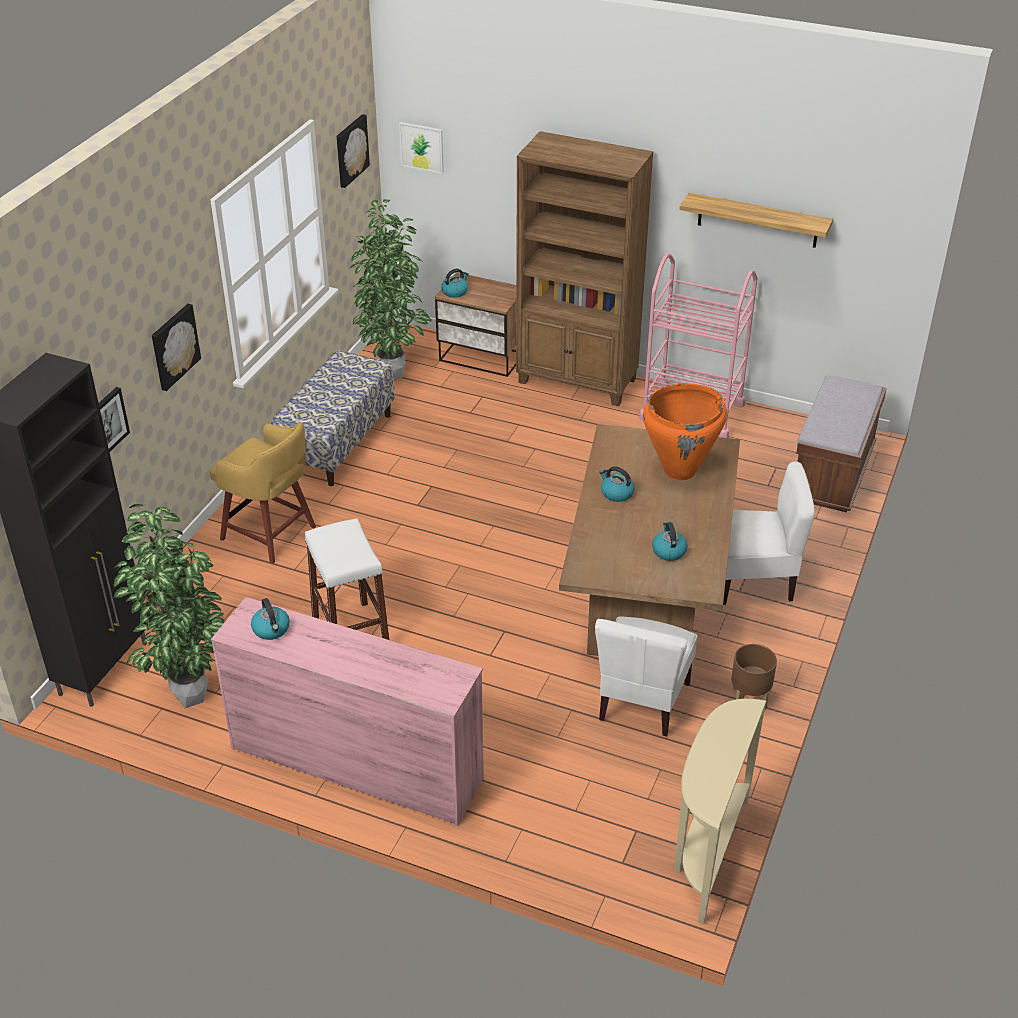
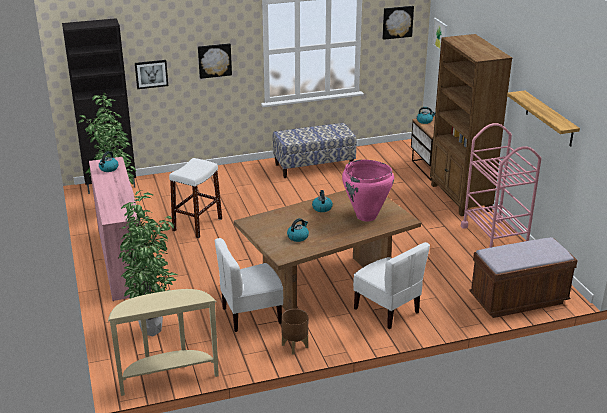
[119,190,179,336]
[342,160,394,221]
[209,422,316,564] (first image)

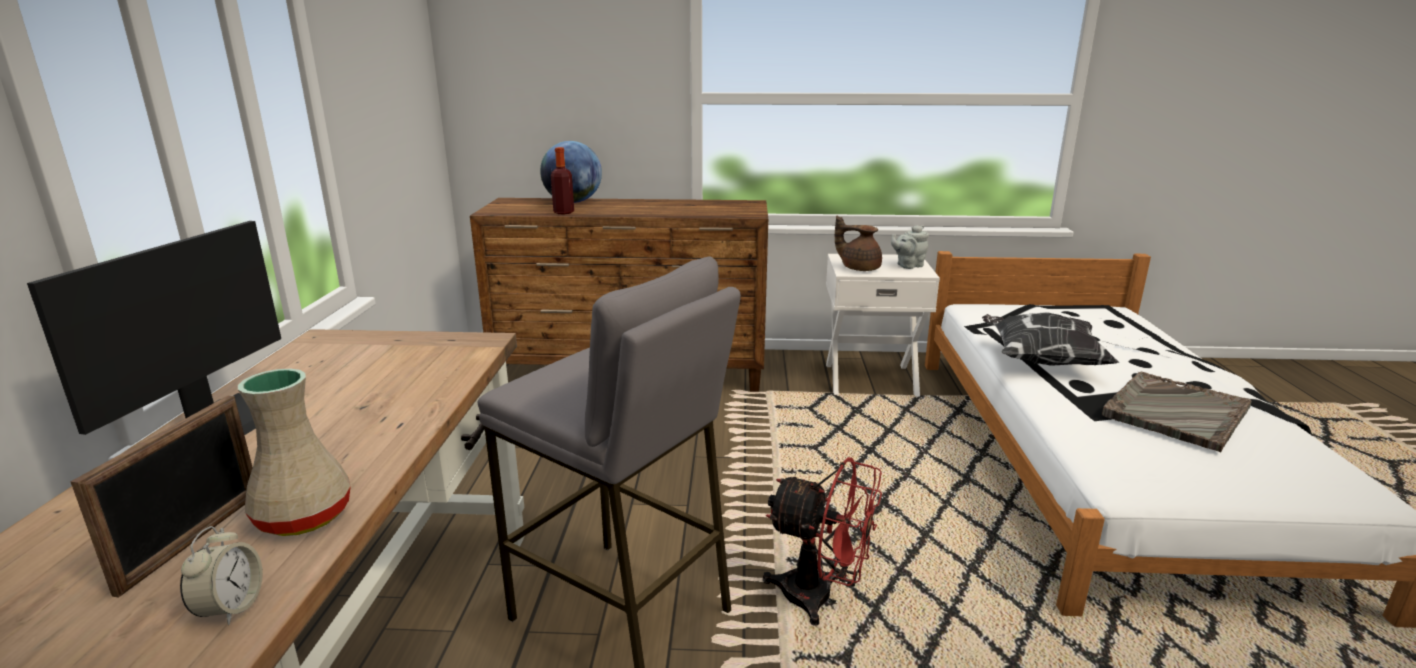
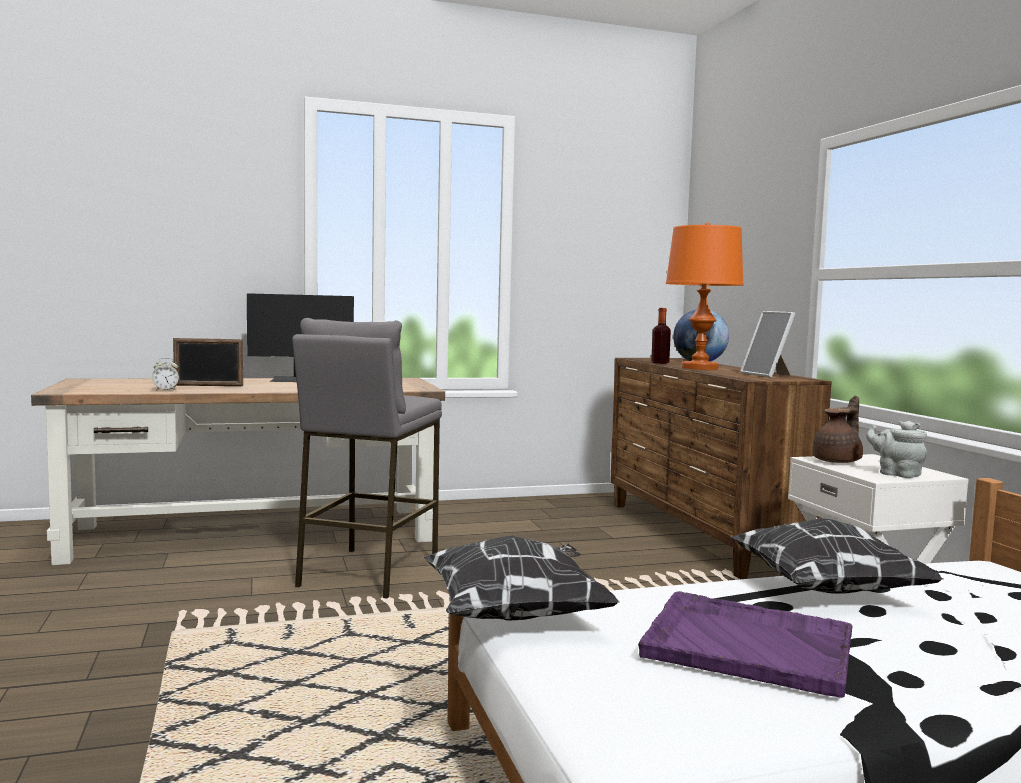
[812,396,863,463]
[238,369,351,536] (first image)
[638,591,852,698]
[763,457,882,626] (first image)
[666,222,744,370]
[740,311,795,378]
[423,535,620,621]

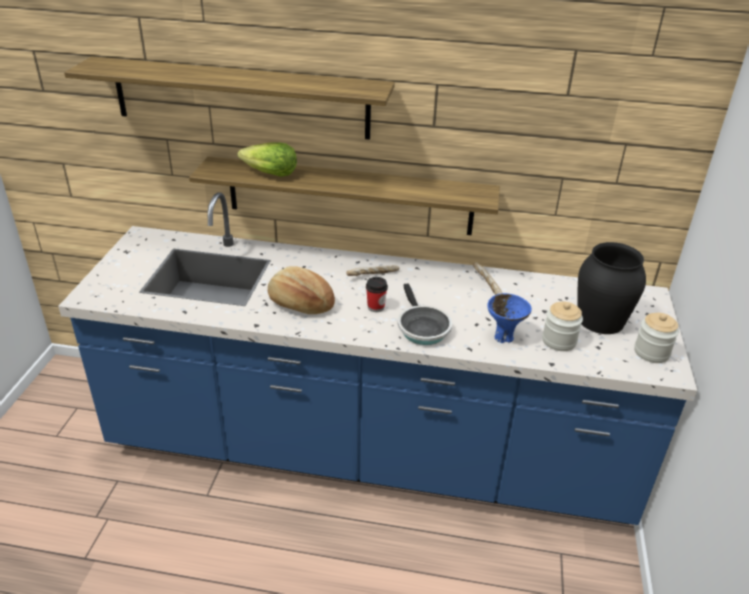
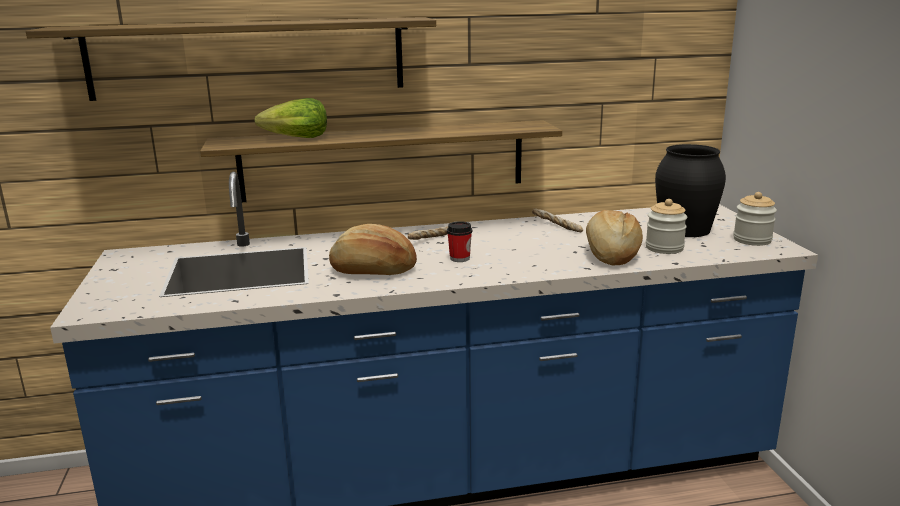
[397,283,452,345] (first image)
[586,210,643,265]

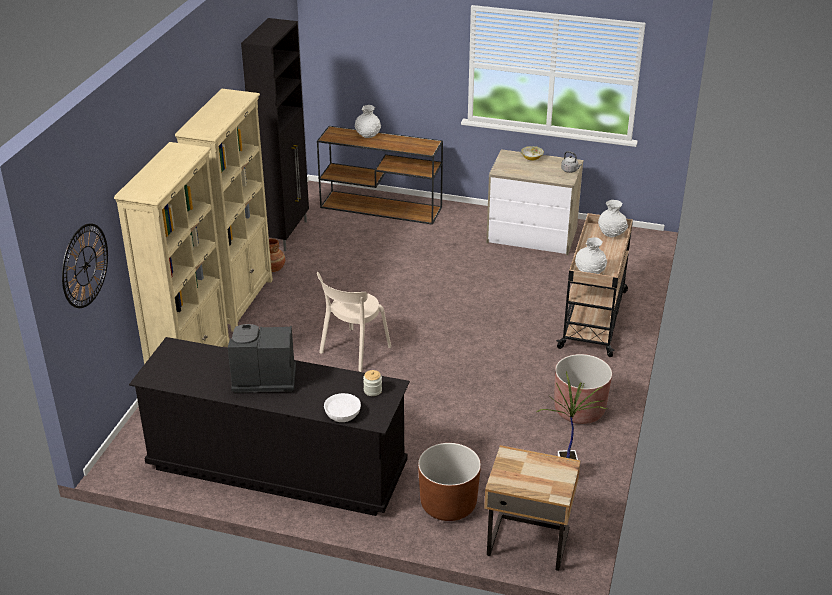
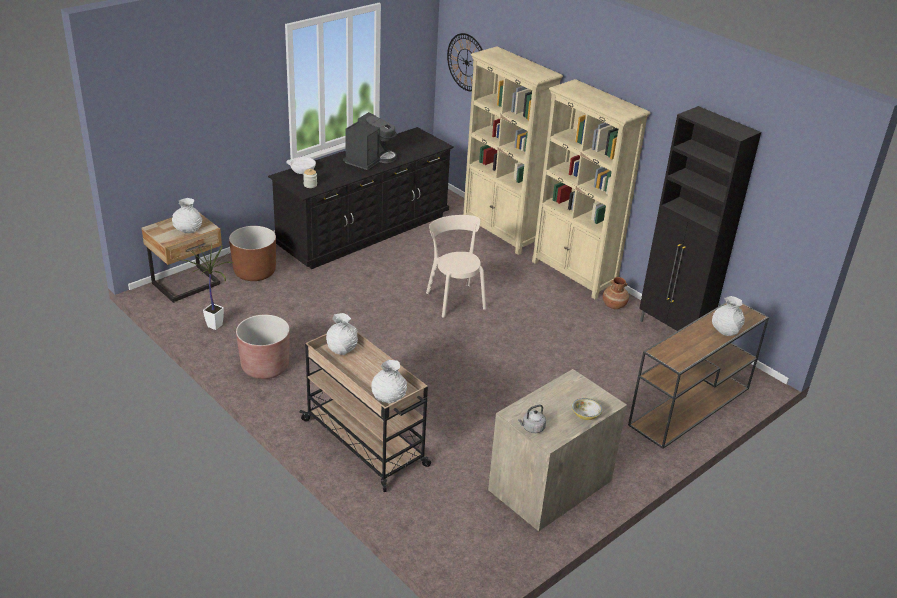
[172,198,202,233]

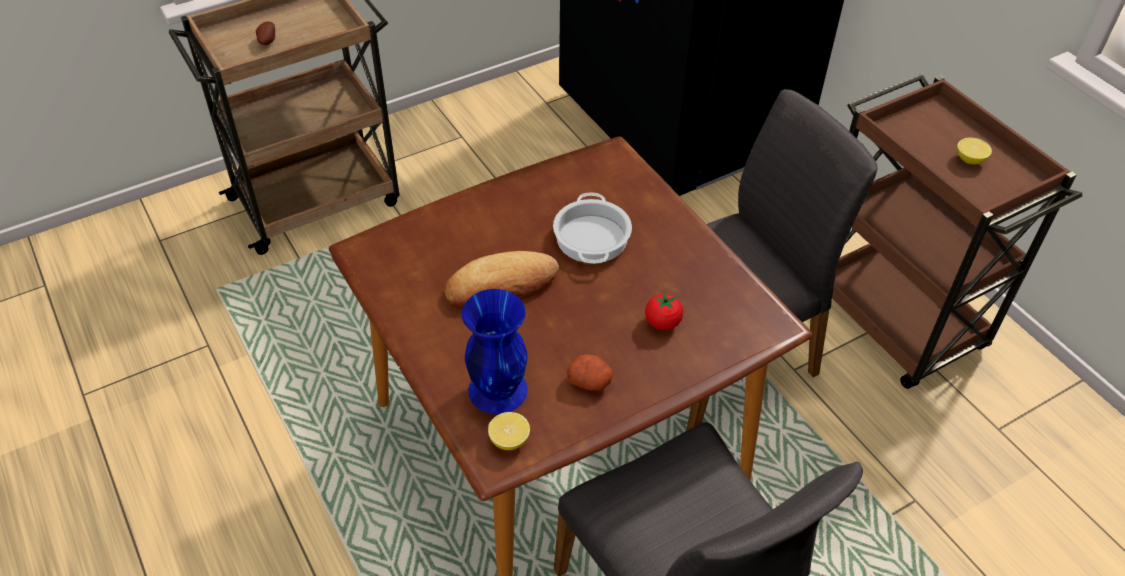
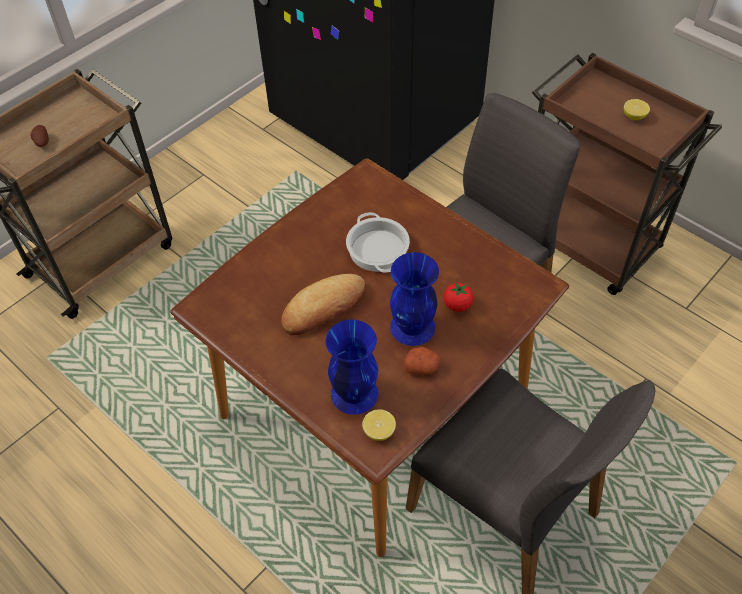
[390,252,439,346]

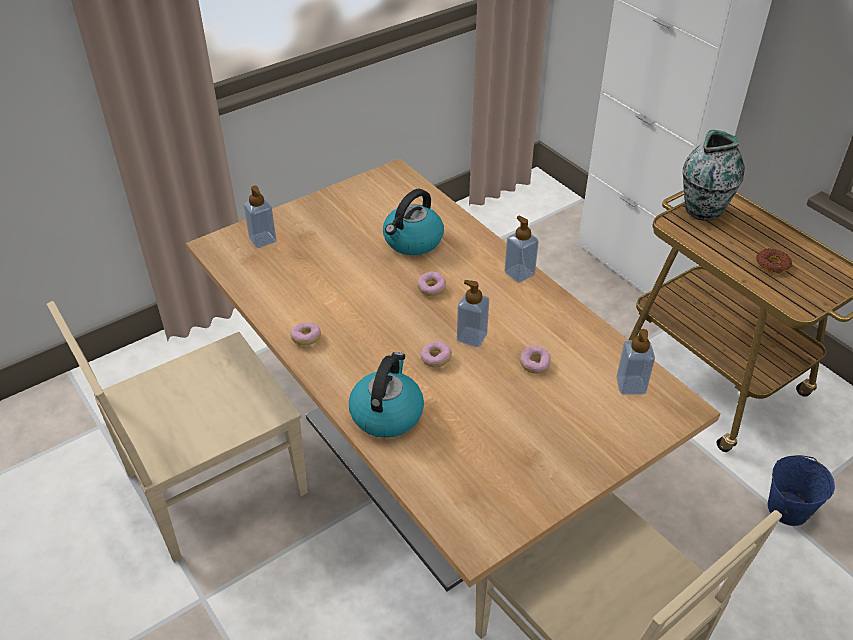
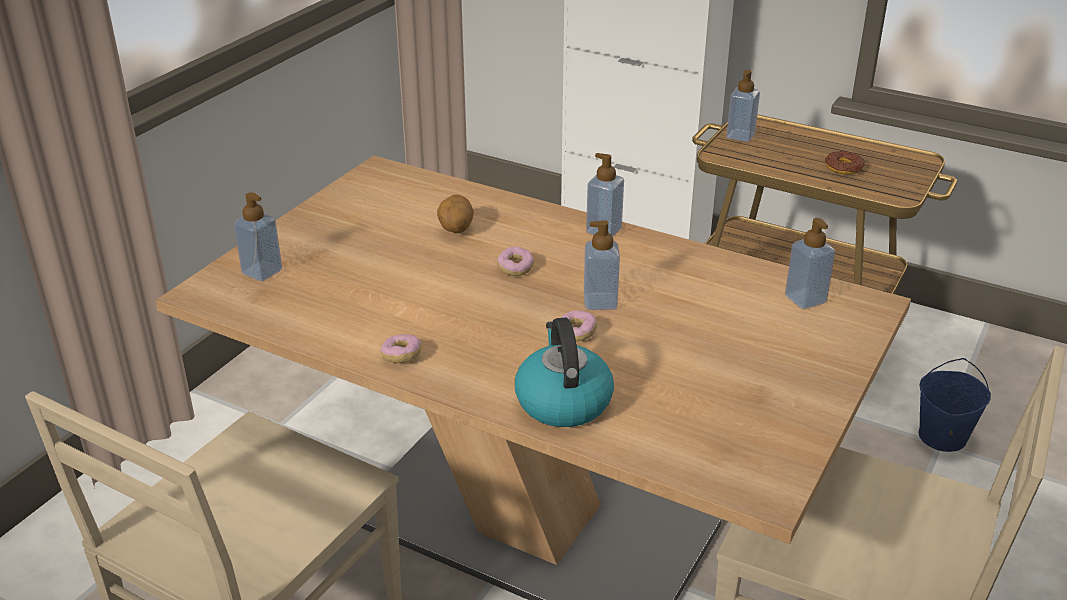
[726,70,760,142]
[437,195,474,233]
[520,345,551,374] (first image)

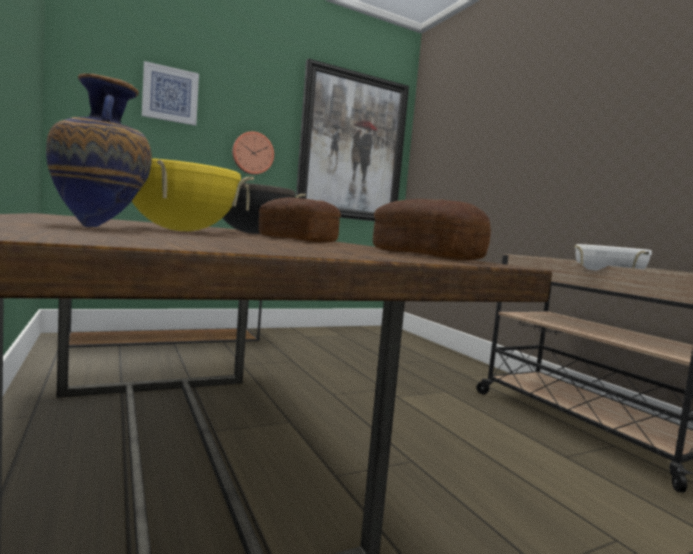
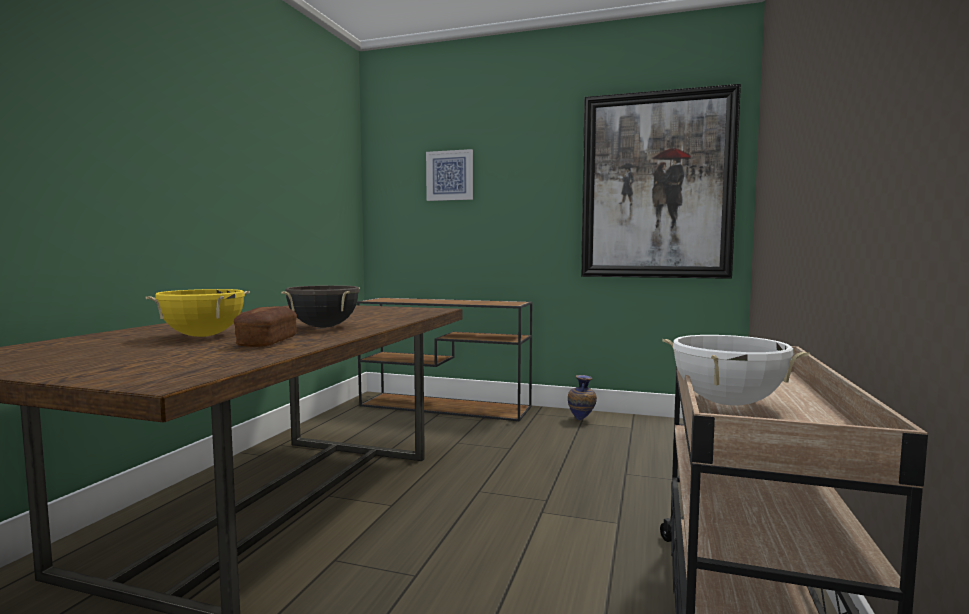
[568,375,597,420]
[232,131,274,174] (first image)
[373,199,491,260] (first image)

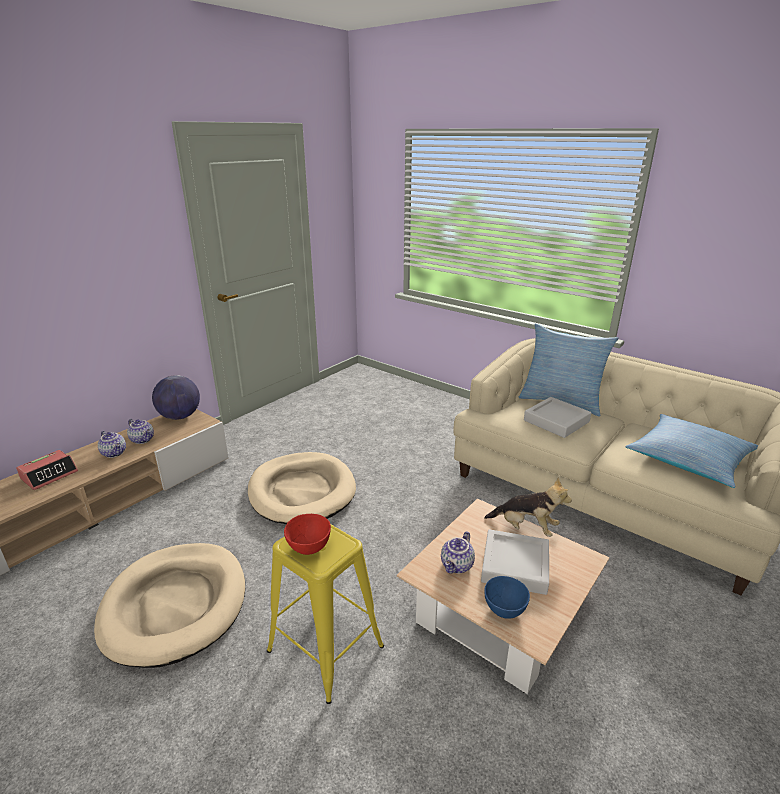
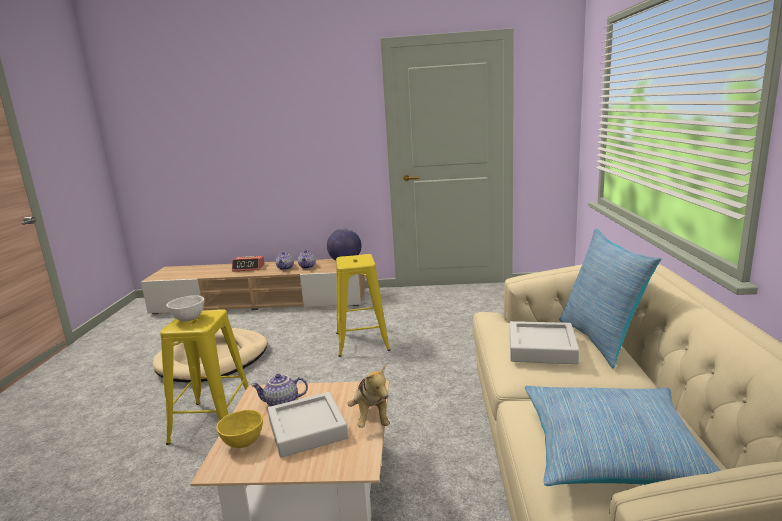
[336,254,390,357]
[166,295,204,321]
[216,410,263,448]

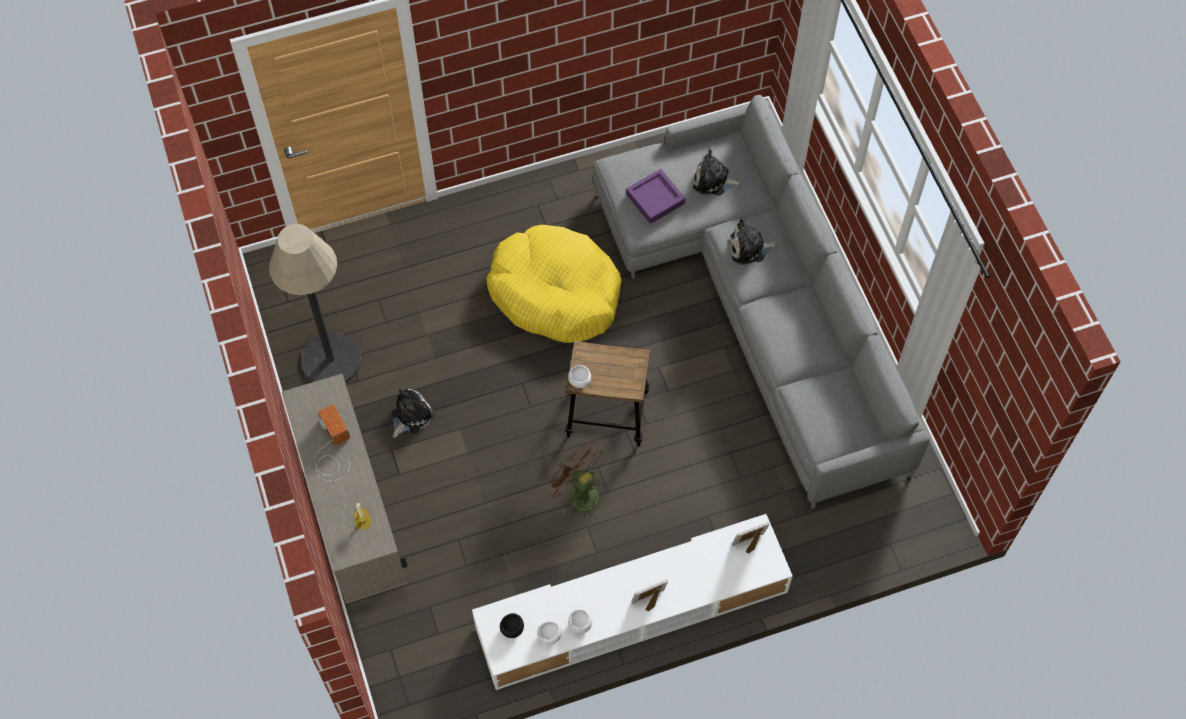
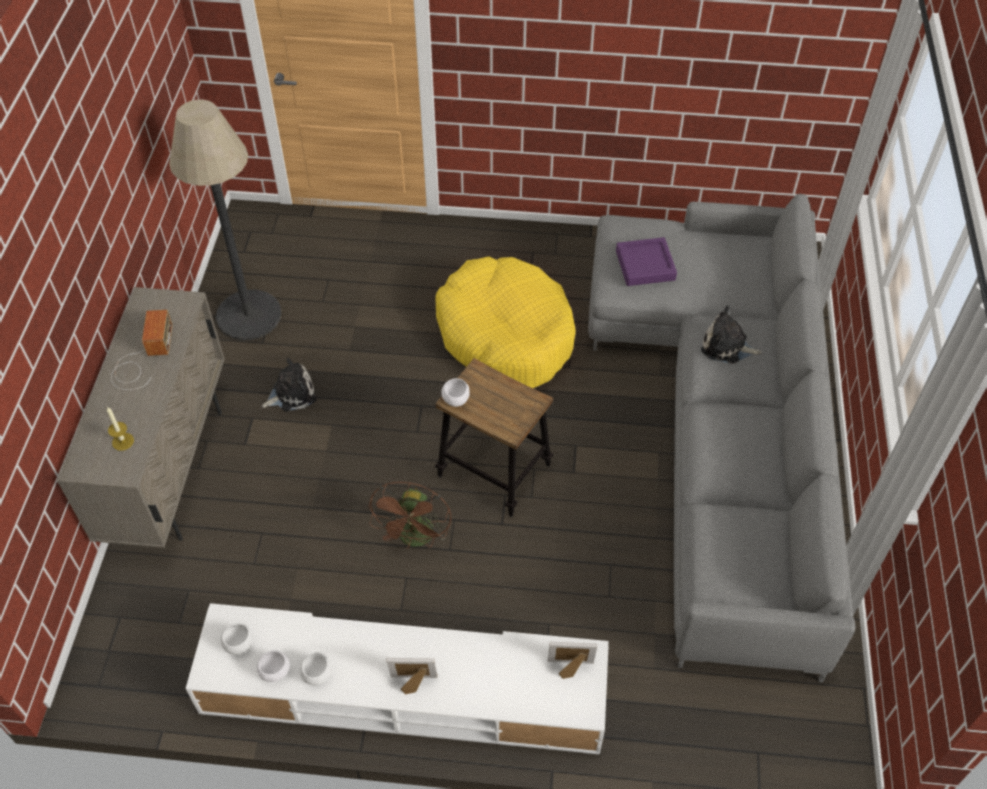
[693,149,742,196] (first image)
[368,482,451,549]
[220,623,253,655]

